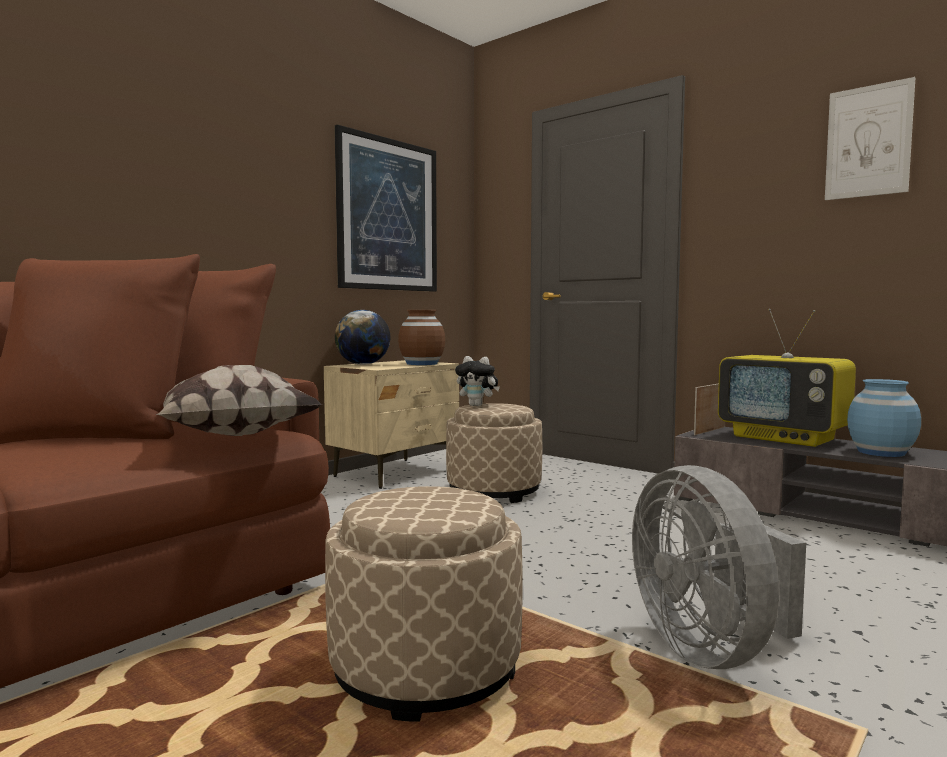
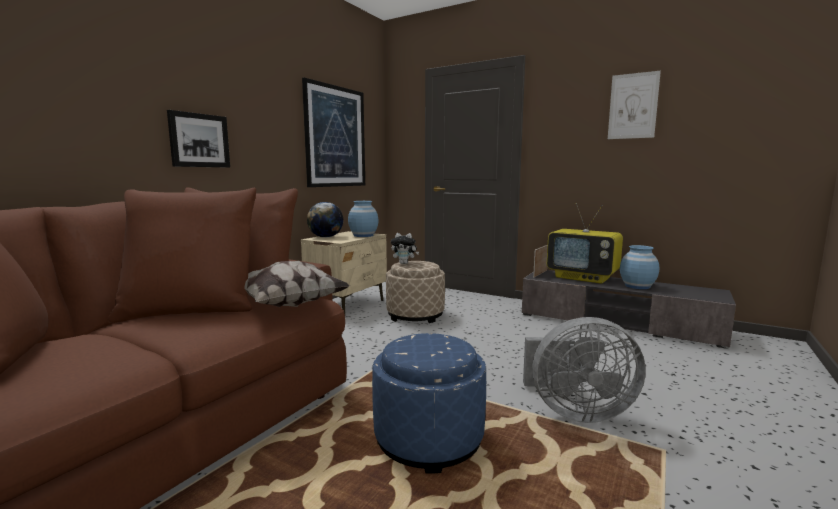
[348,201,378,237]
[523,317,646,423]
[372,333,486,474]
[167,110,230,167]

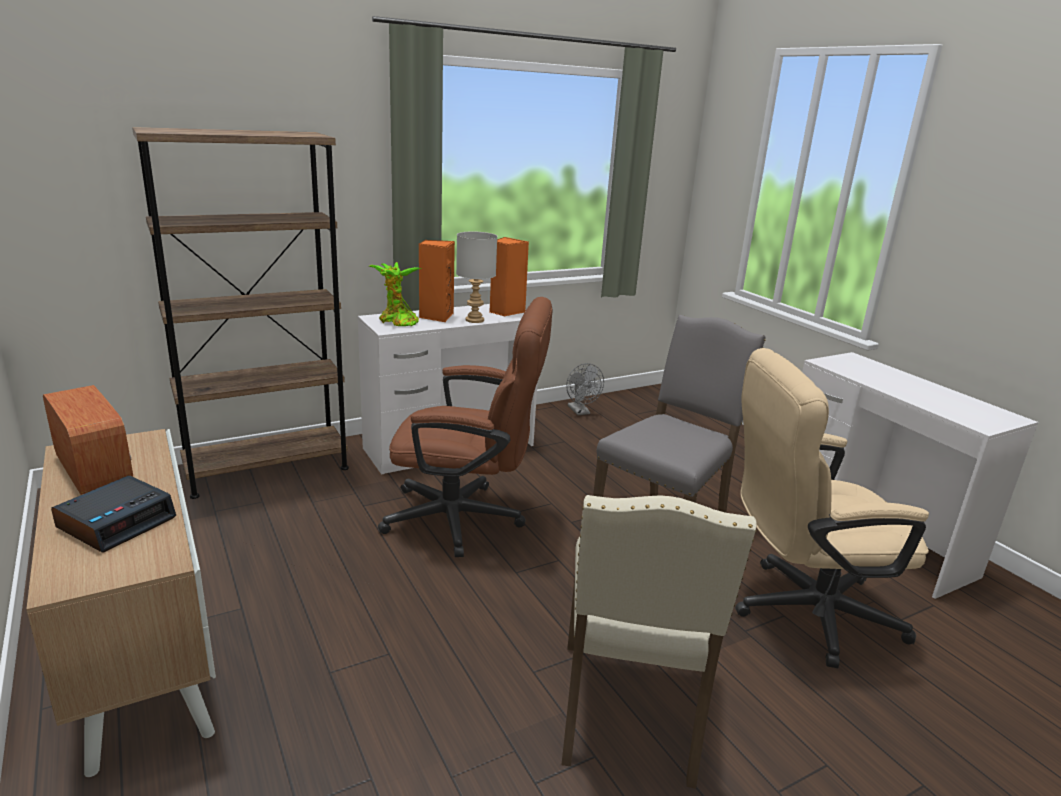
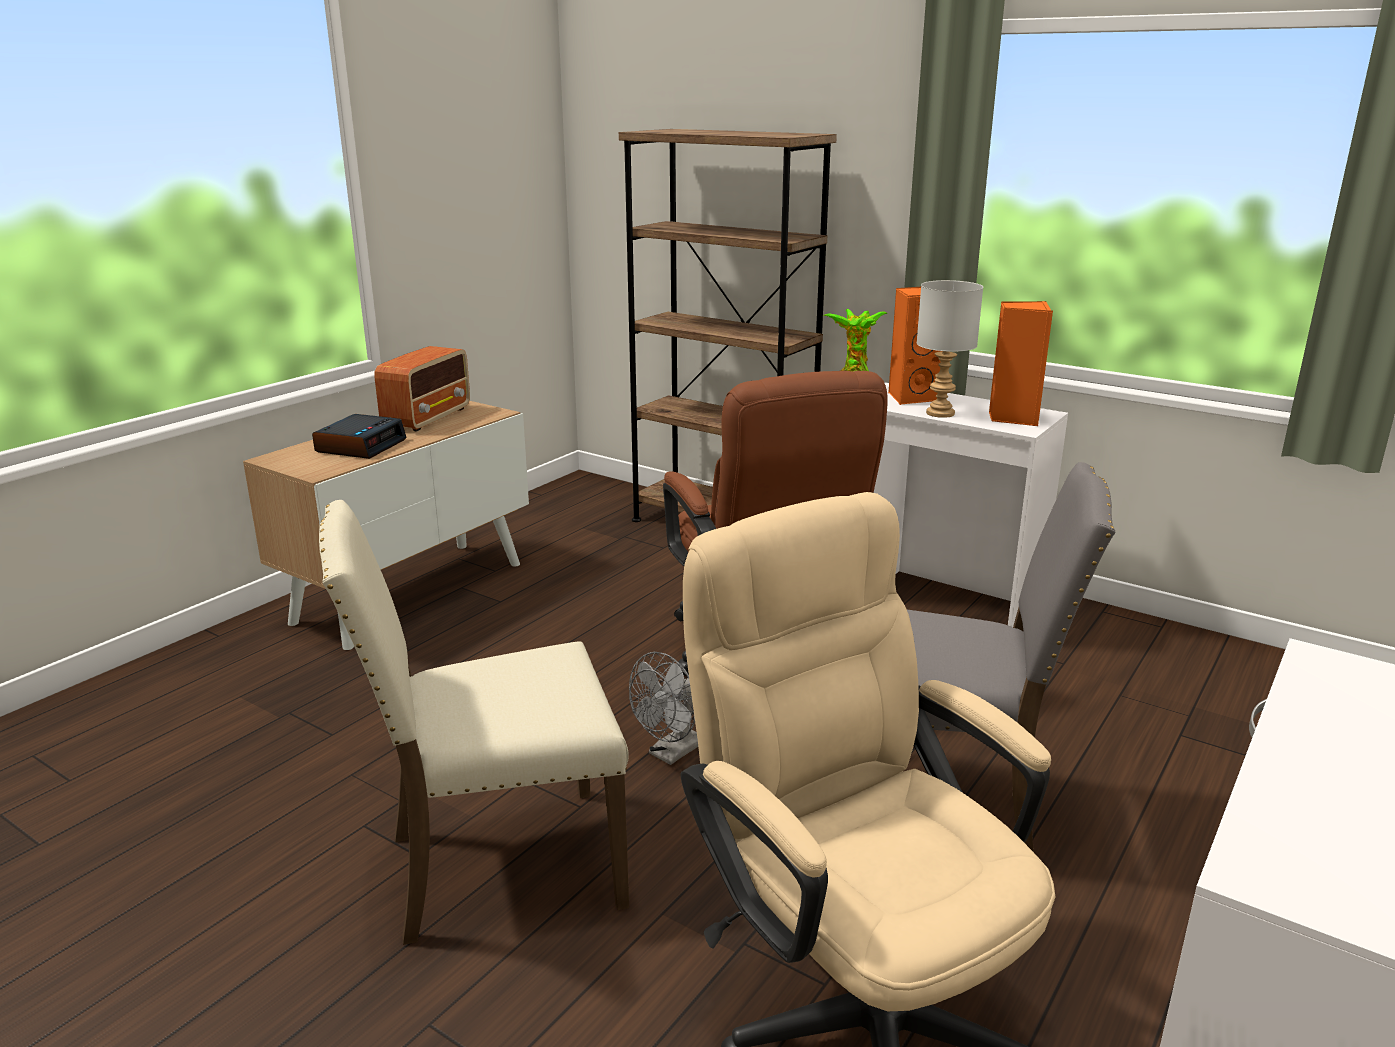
[629,652,698,765]
[312,414,407,459]

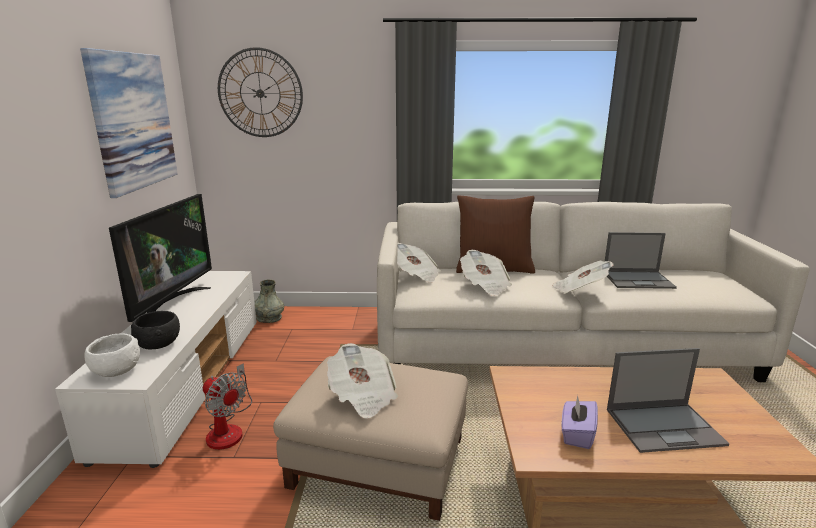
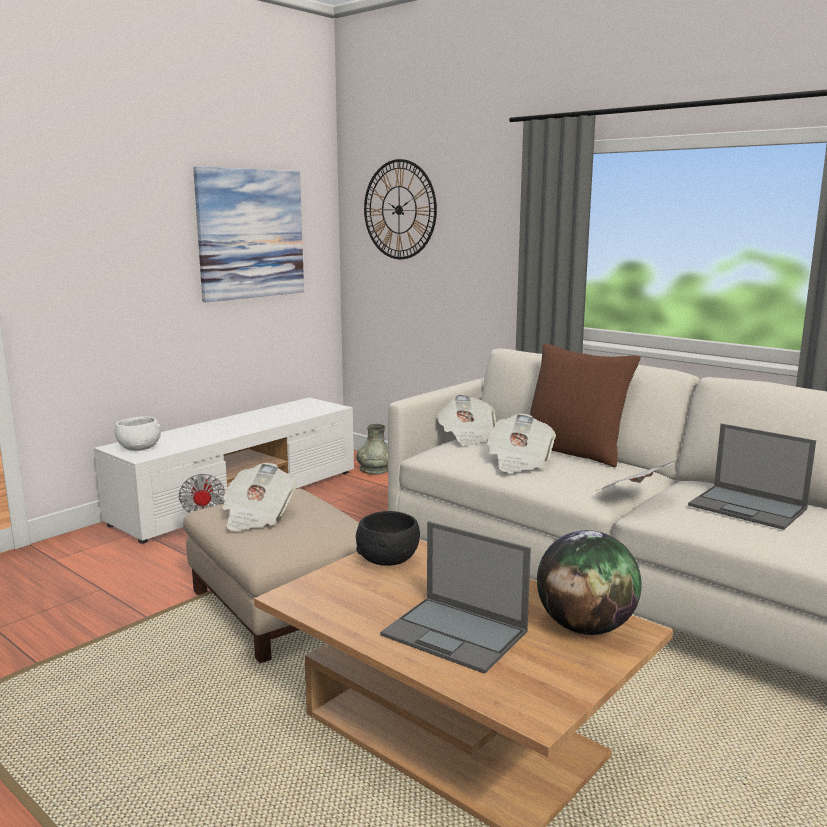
[109,194,212,322] (first image)
[356,511,420,566]
[561,395,598,449] (first image)
[537,530,642,635]

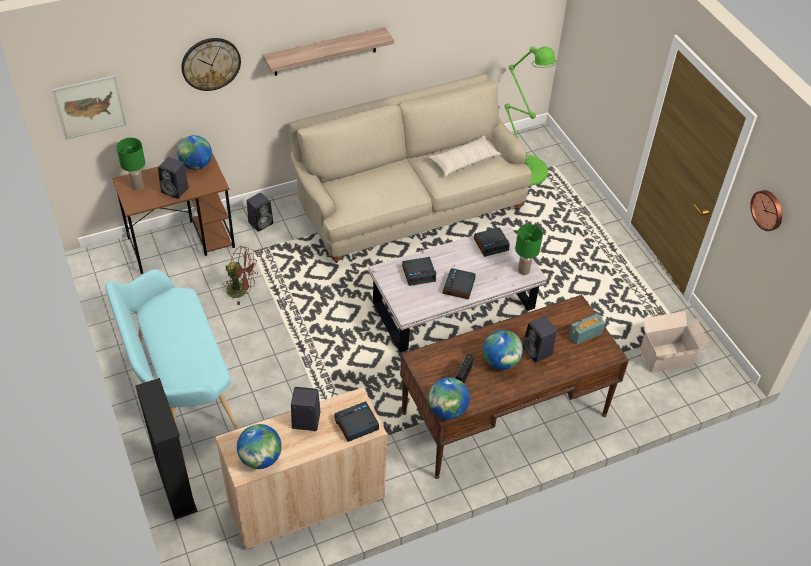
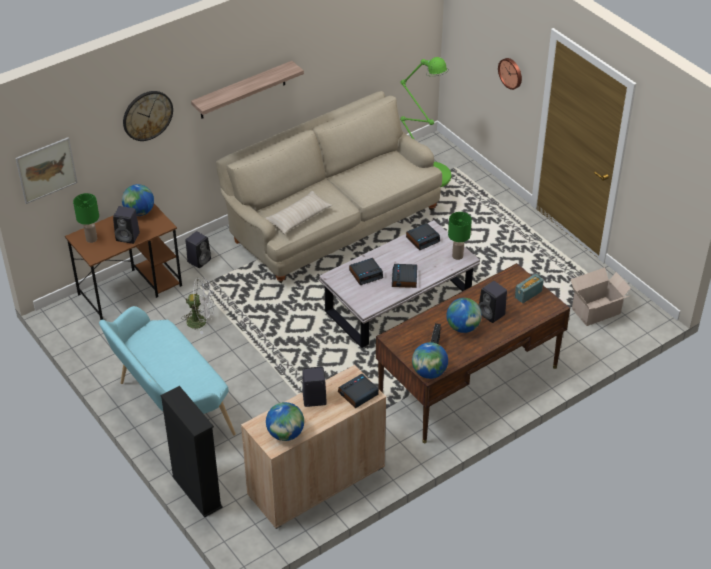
[265,191,332,234]
[498,58,522,90]
[181,278,214,334]

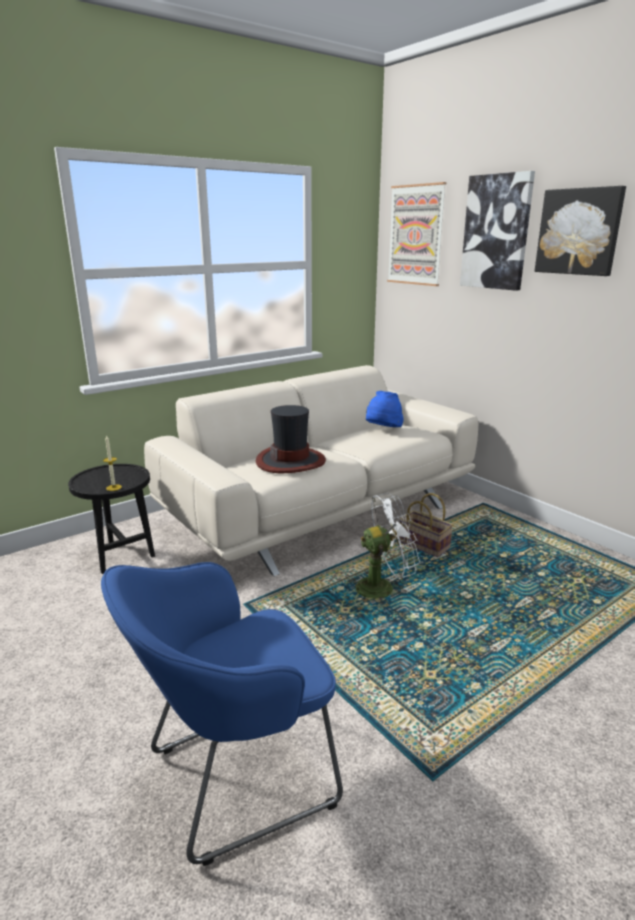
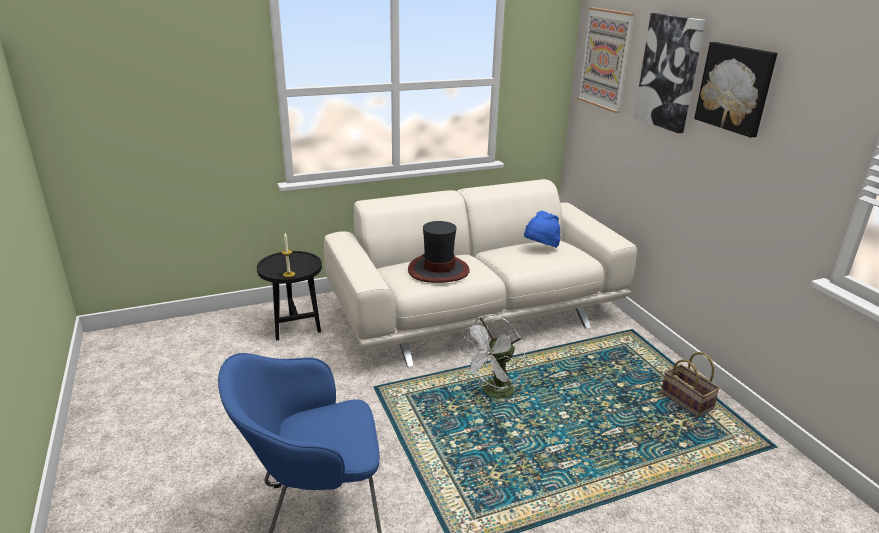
[459,314,525,403]
[661,352,720,417]

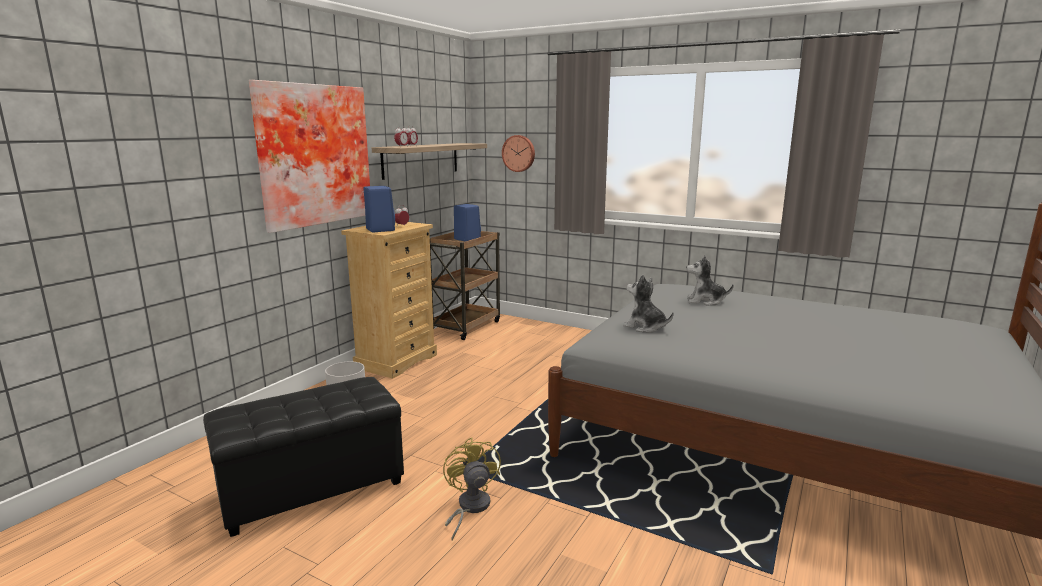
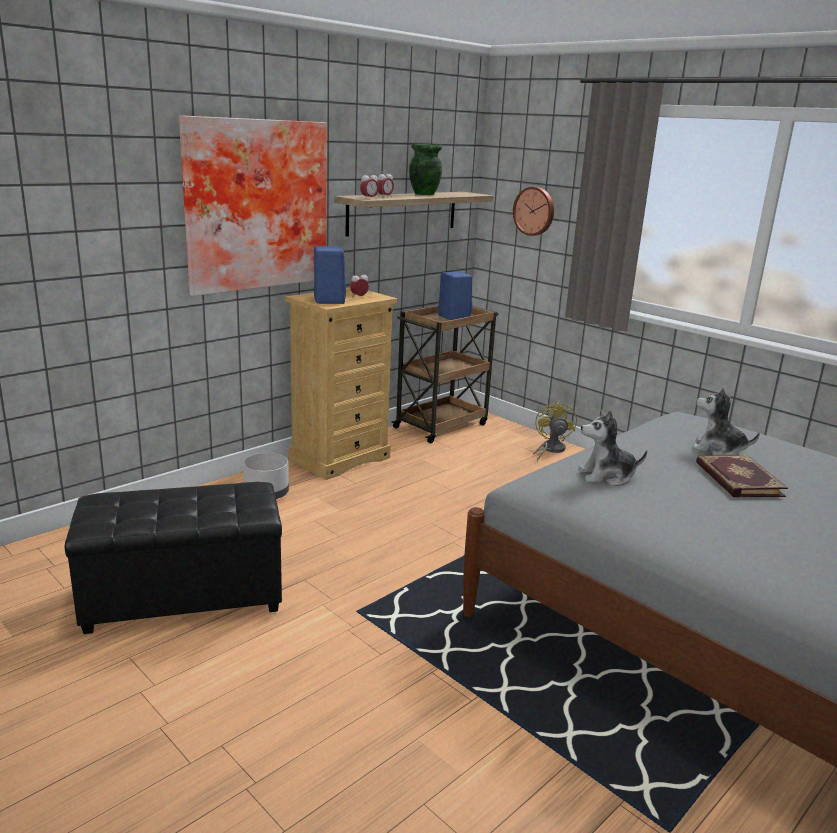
[578,410,647,486]
[533,401,577,461]
[409,144,442,195]
[696,455,788,497]

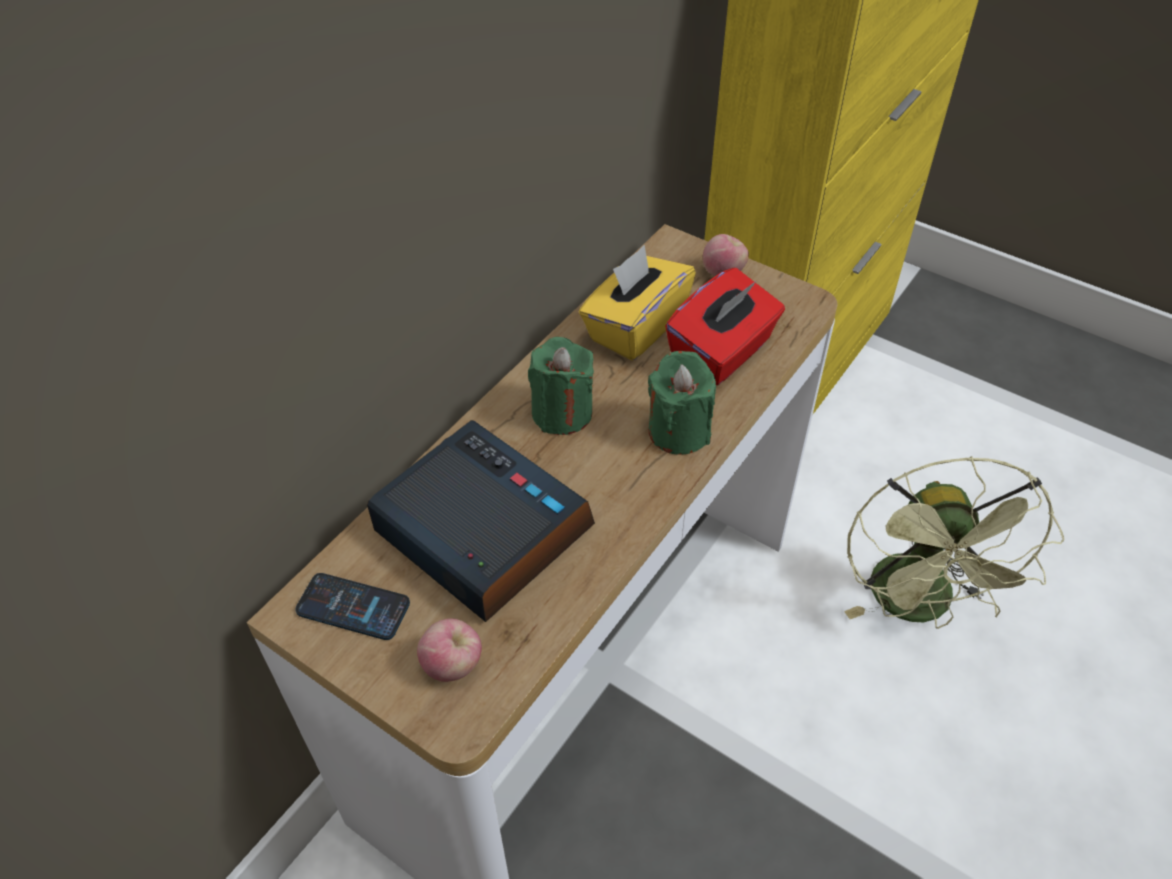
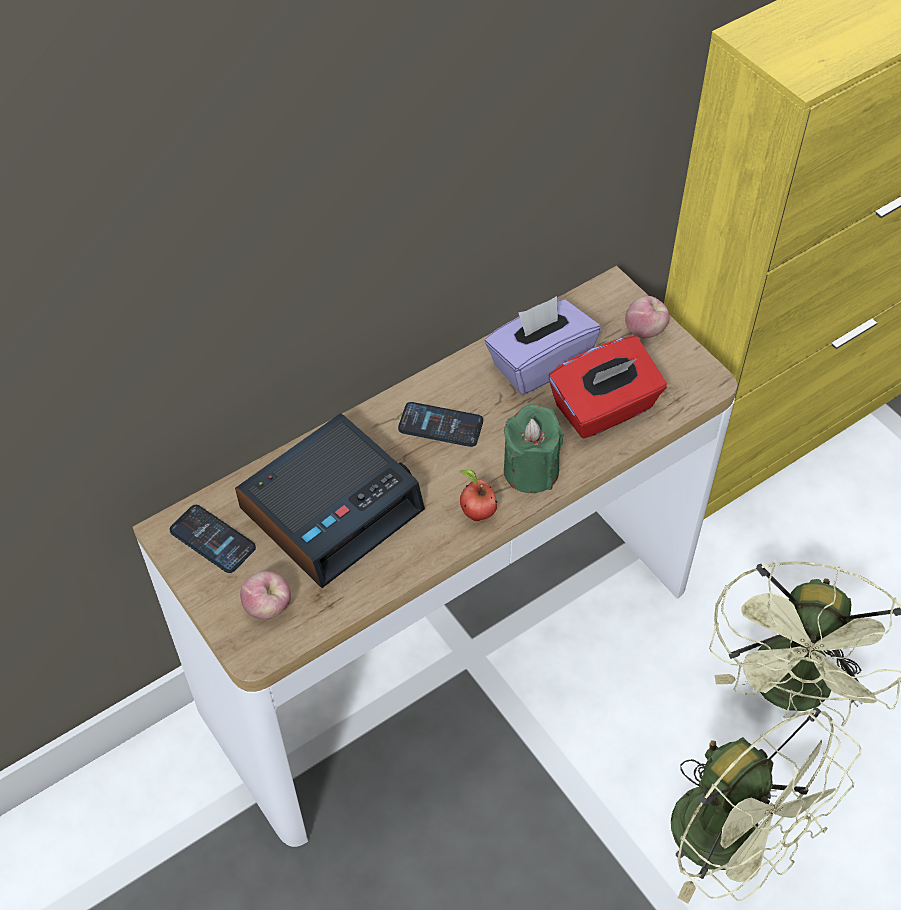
[485,296,601,395]
[398,402,483,447]
[235,413,425,588]
[459,470,497,521]
[671,707,861,903]

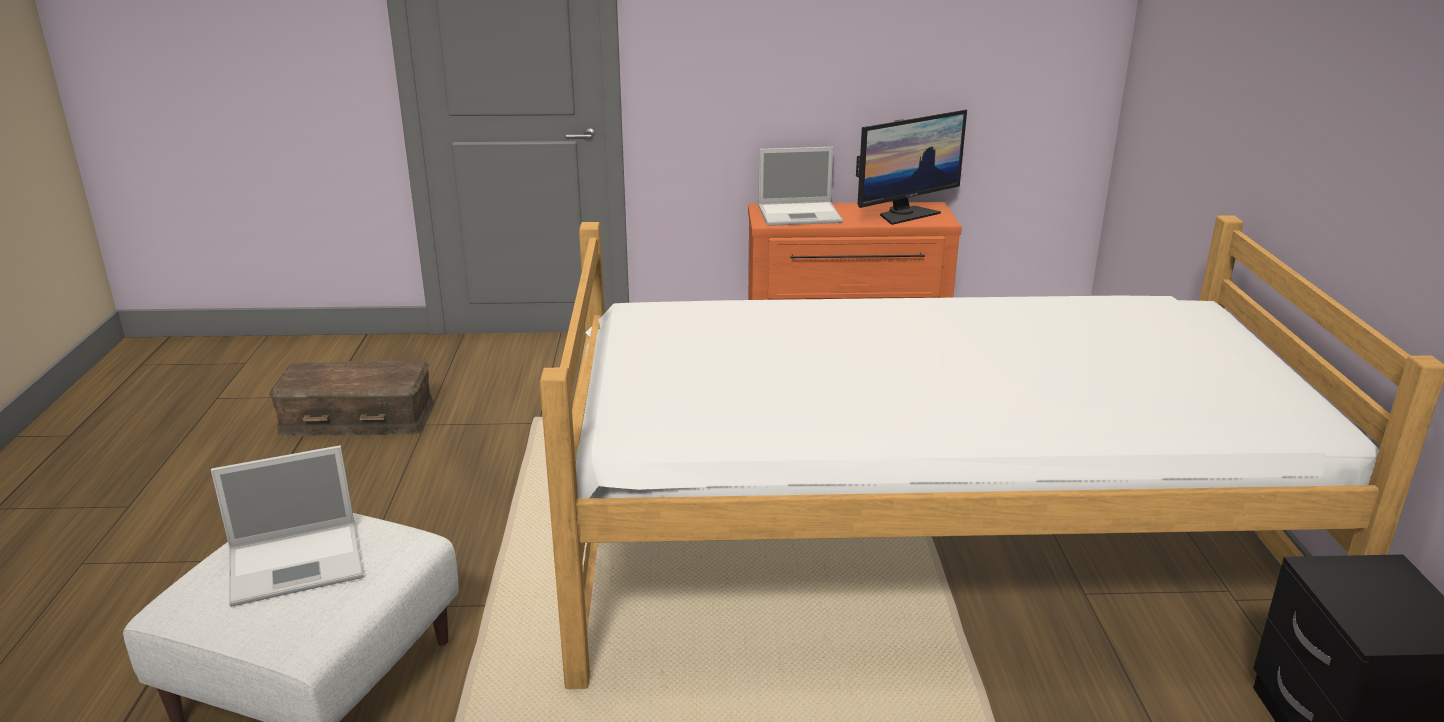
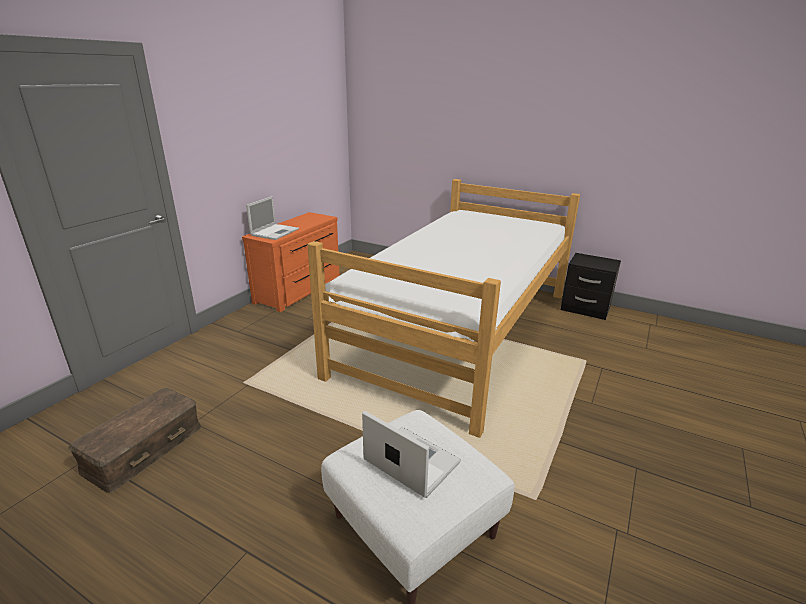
[856,109,967,225] (first image)
[362,411,461,498]

